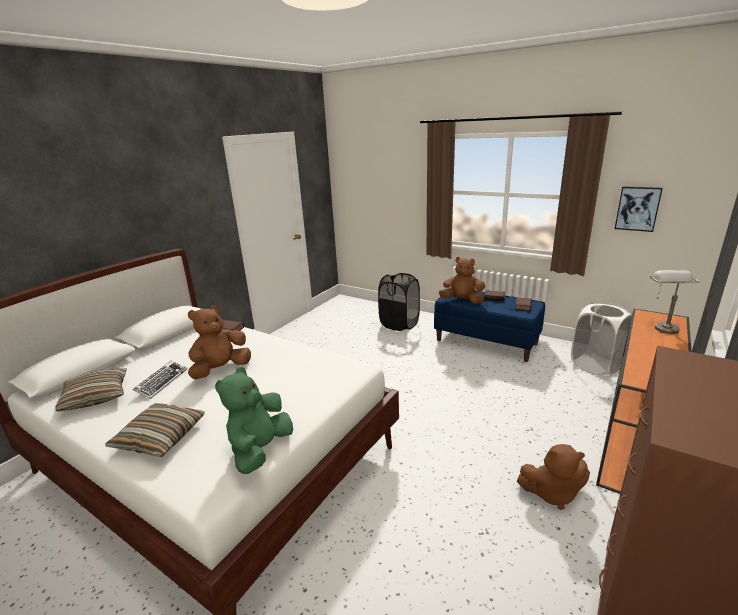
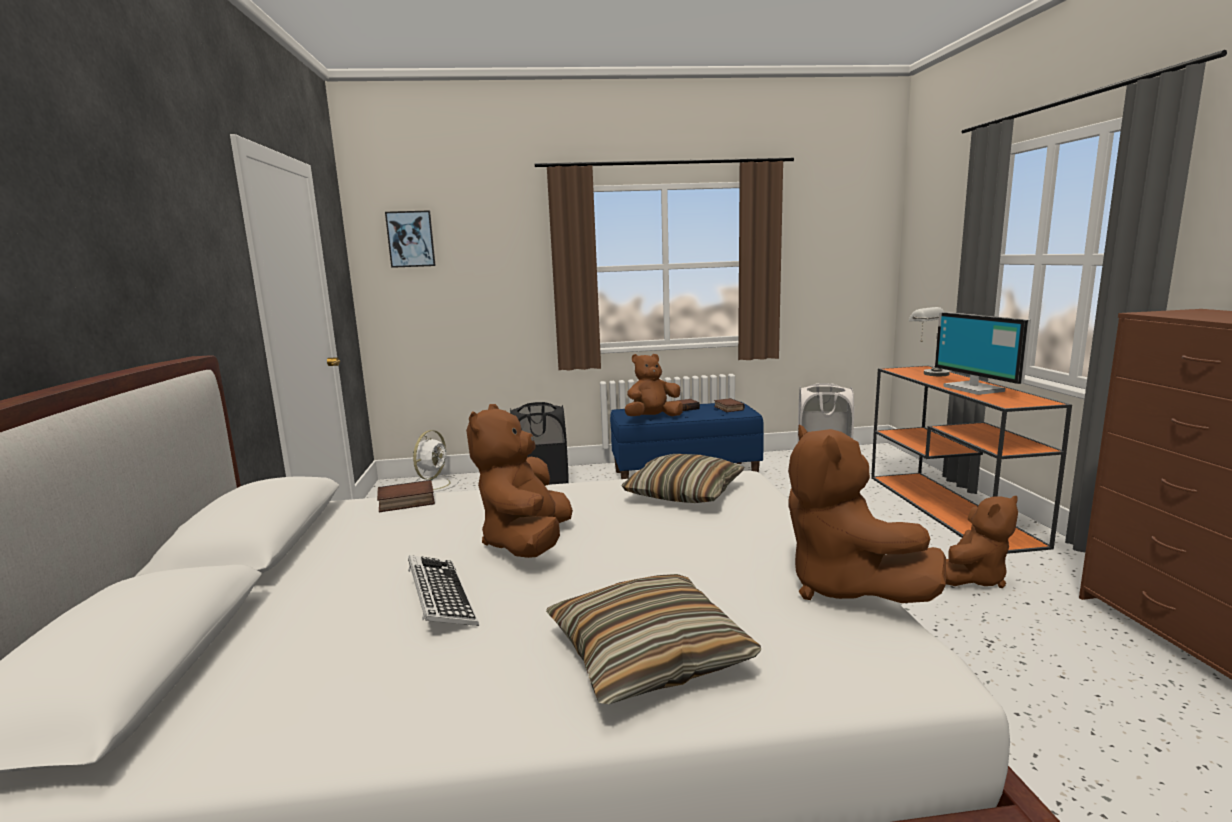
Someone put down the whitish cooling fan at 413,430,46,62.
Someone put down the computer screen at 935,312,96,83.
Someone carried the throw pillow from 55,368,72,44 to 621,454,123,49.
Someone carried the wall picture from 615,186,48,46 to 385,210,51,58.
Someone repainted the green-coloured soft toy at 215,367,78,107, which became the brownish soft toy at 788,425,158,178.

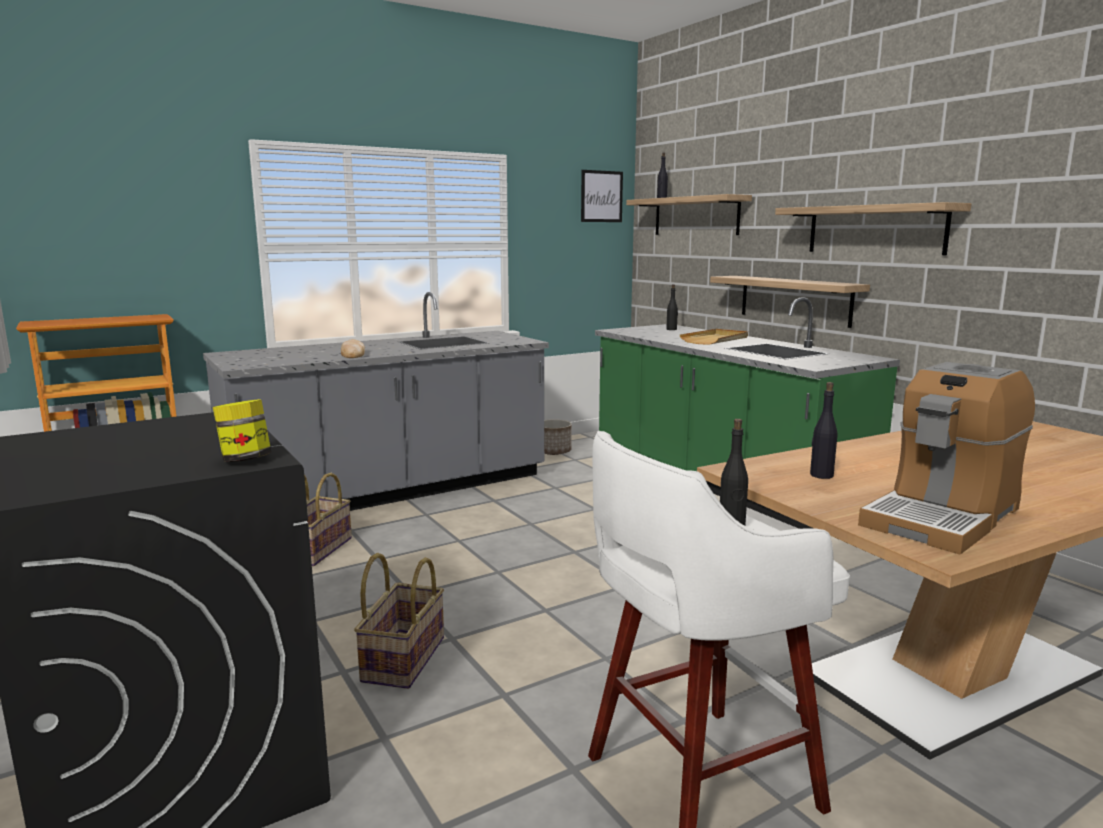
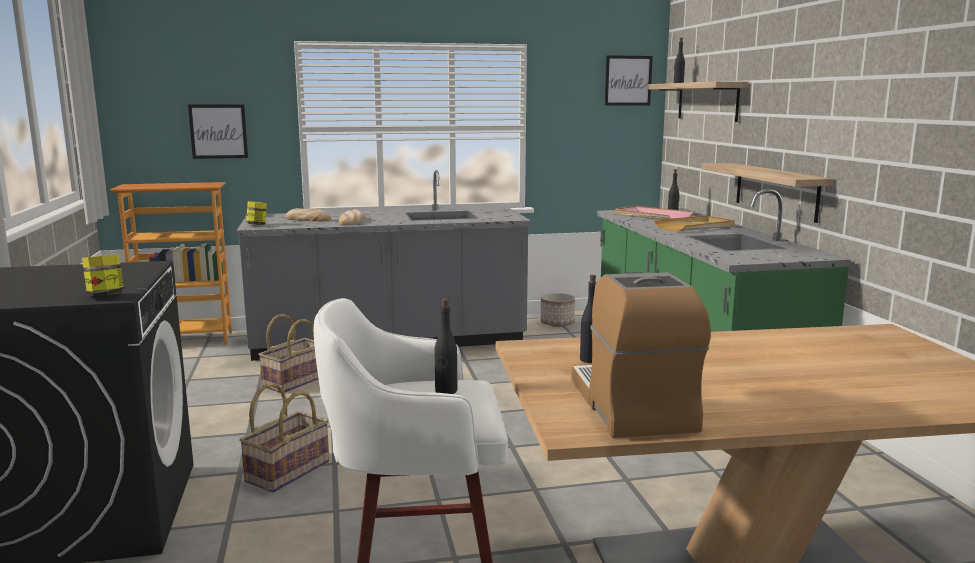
Someone took away the wall shelf at 775,202,197,53.
Someone put up the wall picture at 188,105,60,54.
Someone put down the jar at 246,201,21,24.
Someone put down the bread at 286,208,45,13.
Someone put down the pink serving tray at 615,206,78,13.
Someone rotated the coffee maker at 858,362,177,193 by 105 degrees clockwise.

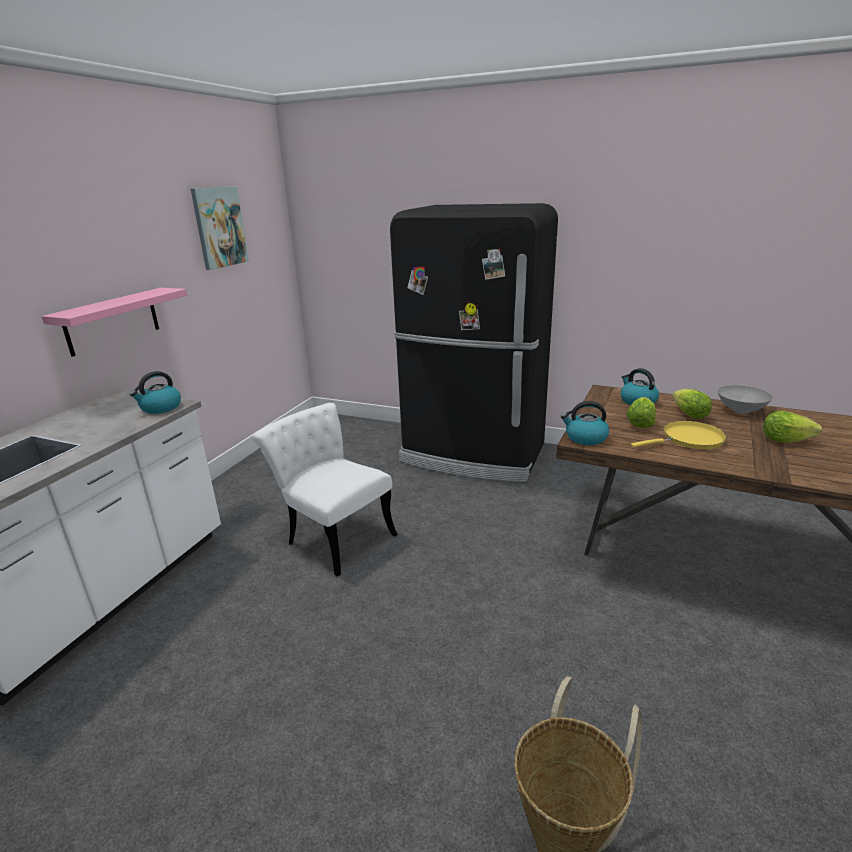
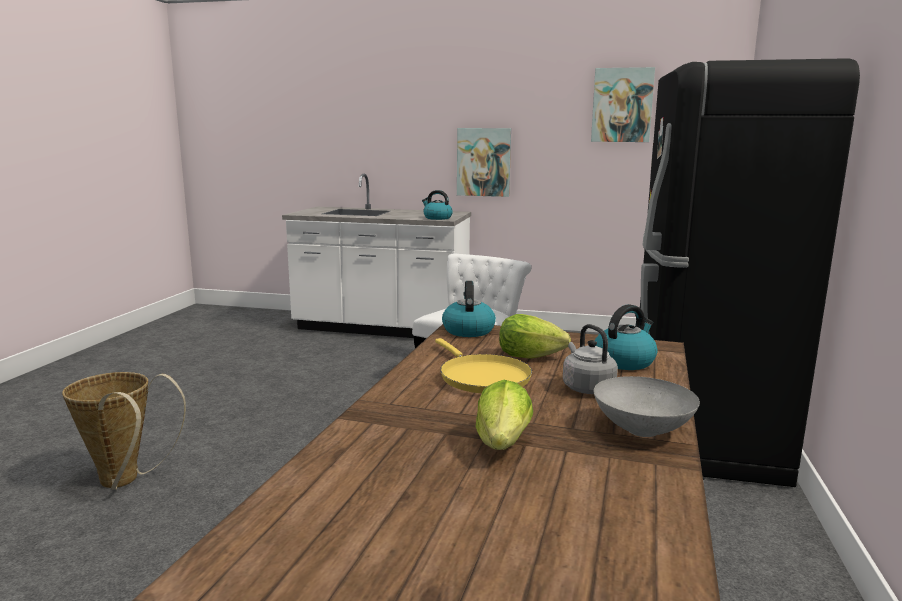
Someone swapped the pink wall shelf at 41,288,146,69 for the wall picture at 457,128,54,69.
Someone swapped the head of lettuce at 672,389,40,30 for the gray water kettle at 563,324,55,70.

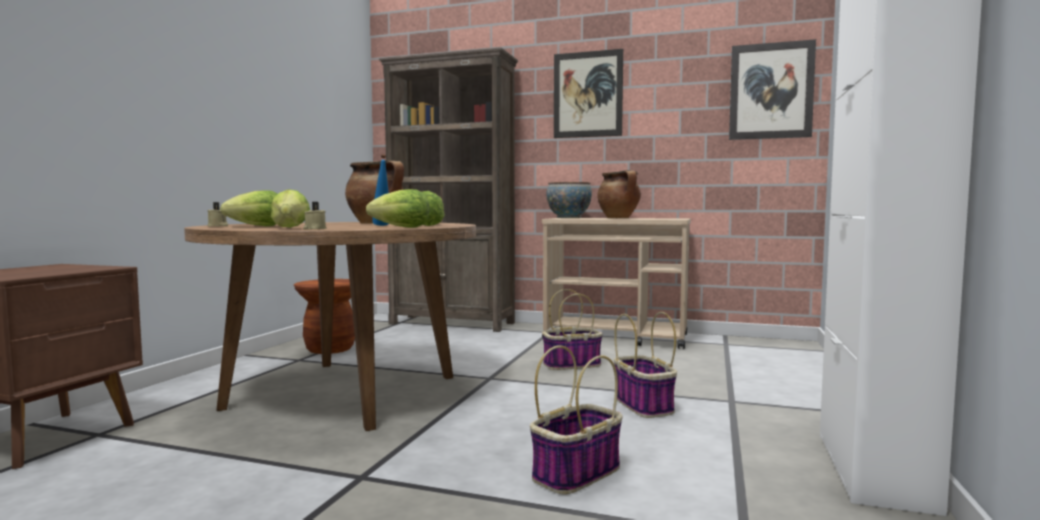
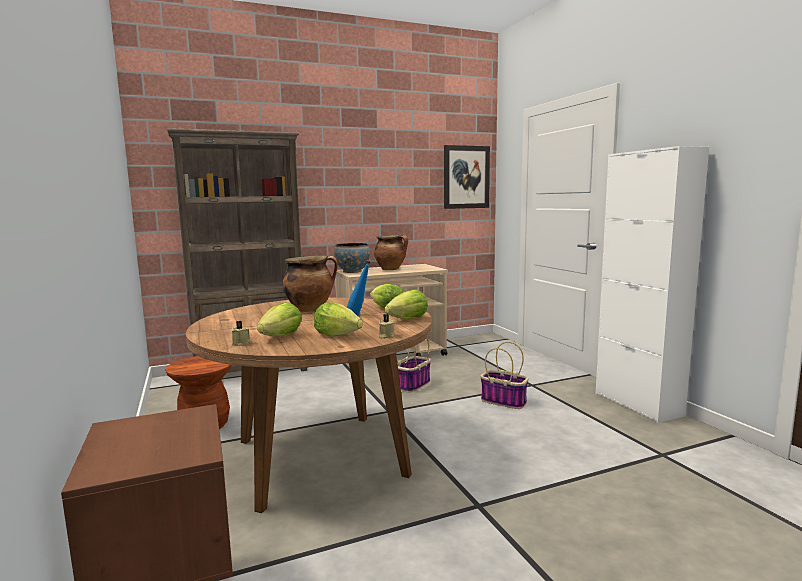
Someone took away the storage basket at 530,345,93,150.
Someone took away the wall picture at 554,49,69,89.

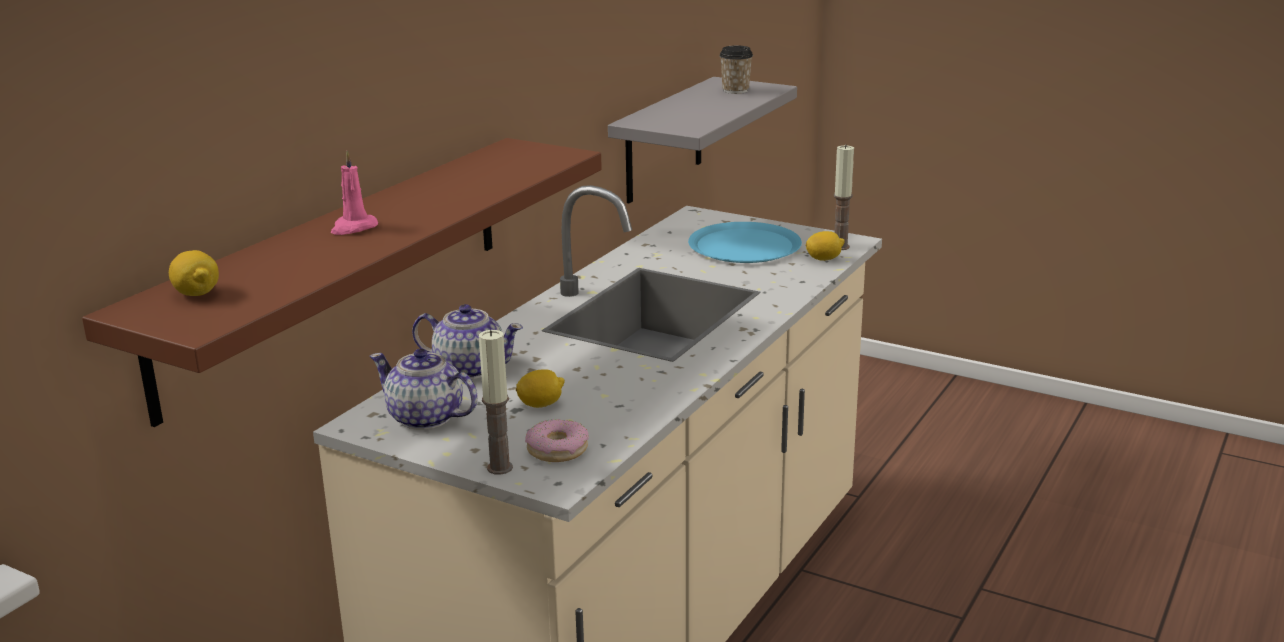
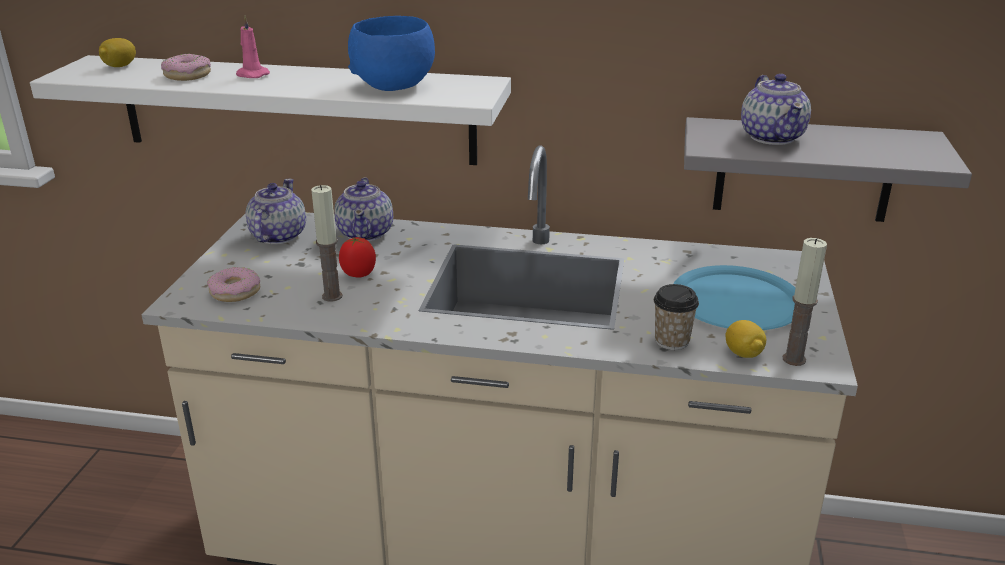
Someone took away the lemon at 516,369,49,39.
Someone put down the donut at 161,54,50,27.
Someone put down the fresh tomato at 339,237,37,41.
Someone put down the blue deep dish at 348,16,87,75.
Someone put down the tea pot at 741,74,70,71.
Someone carried the candle from 479,330,34,145 to 311,185,32,117.
Someone carried the small cup from 719,45,34,49 to 654,284,45,66.
Someone repainted the brownish wall shelf at 82,138,520,289, which became the whitish wall shelf at 30,55,481,110.

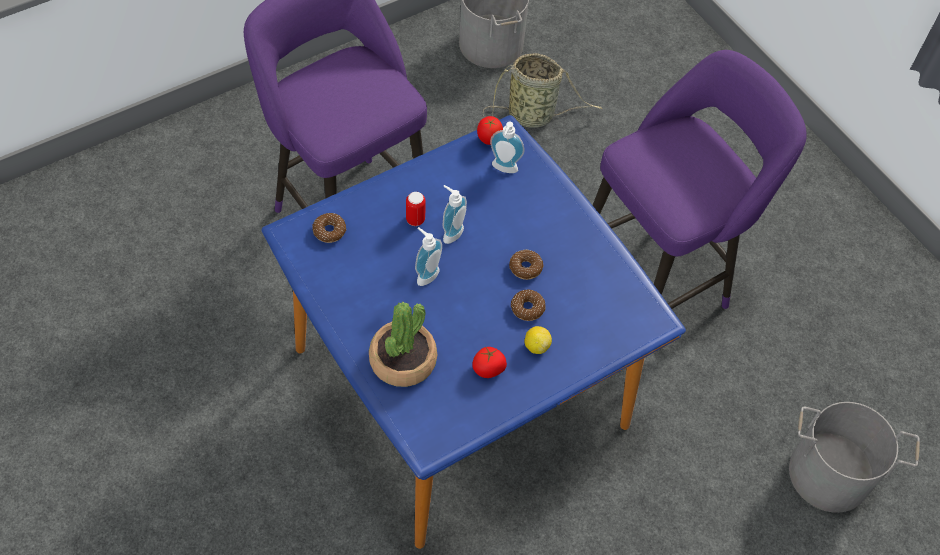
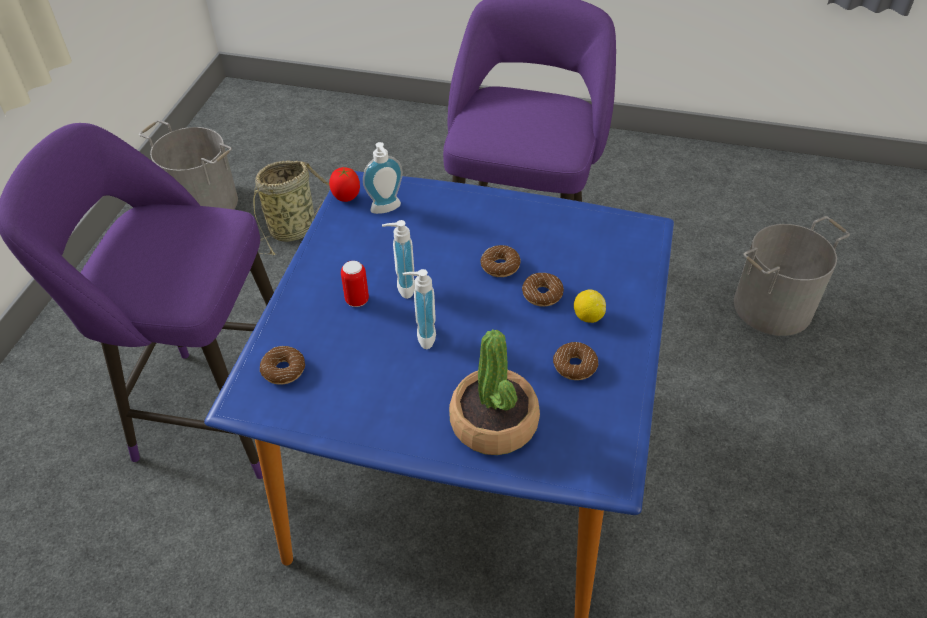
Someone swapped the fresh tomato at 472,346,35,32 for the donut at 553,342,45,38.

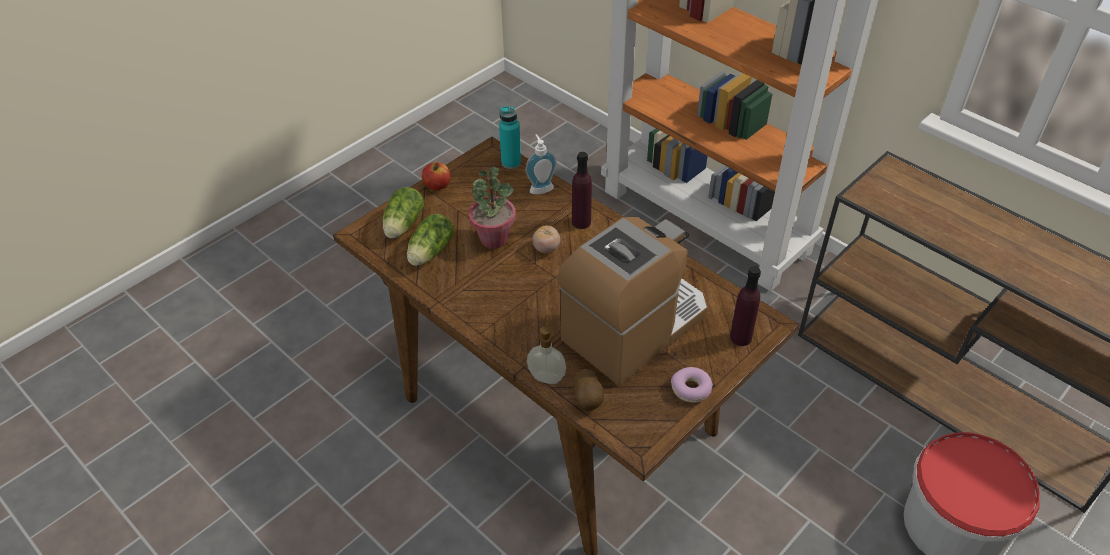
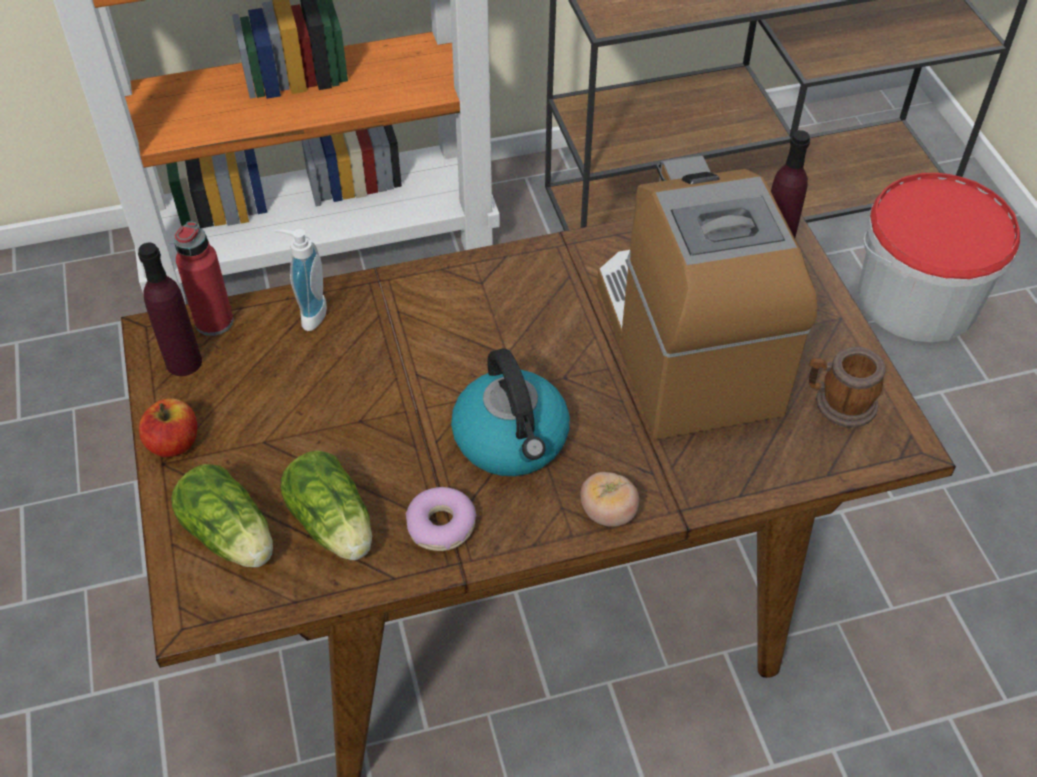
Someone took away the potted plant at 469,167,47,82.
Someone took away the liquid soap bottle at 527,322,39,62.
Someone took away the potato at 573,369,31,42.
Someone put down the water kettle at 451,348,119,128.
Someone put down the mug at 809,347,77,81.
Someone carried the fresh tomato from 532,226,28,27 to 580,472,59,55.
Someone carried the purple bottle from 572,152,20,77 to 138,243,64,133.
Someone carried the donut from 671,367,42,36 to 406,487,71,64.
Someone repainted the turquoise-coloured bottle at 499,106,22,63, which became the red-coloured bottle at 174,221,60,115.

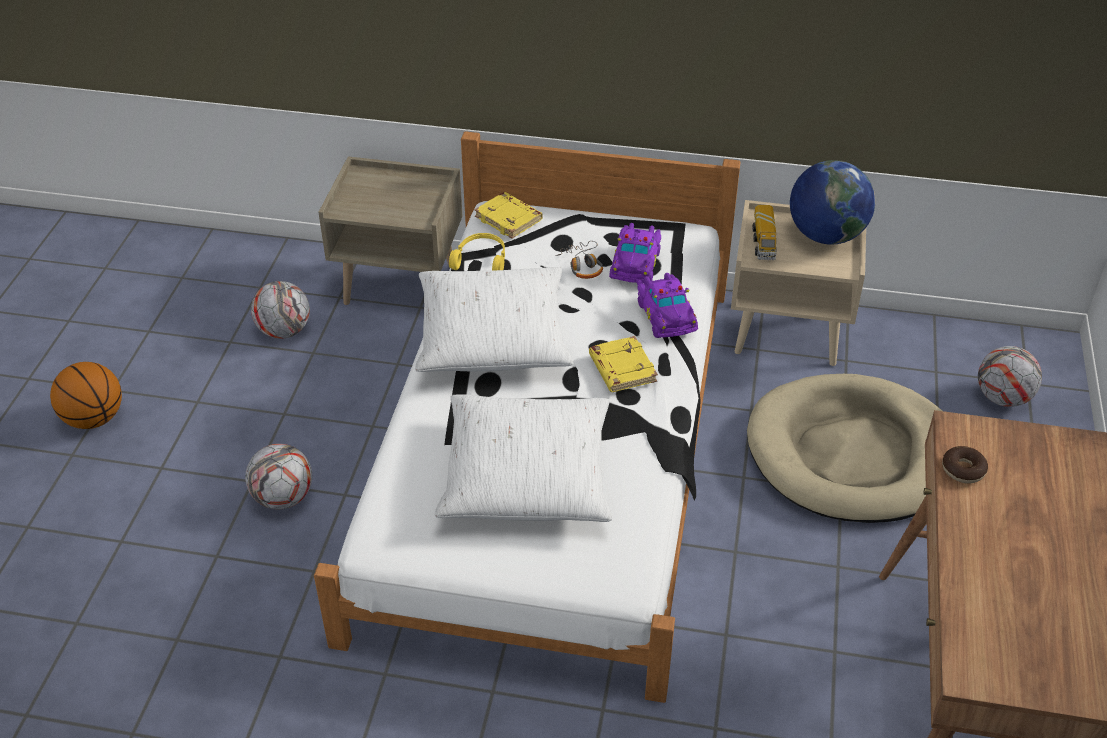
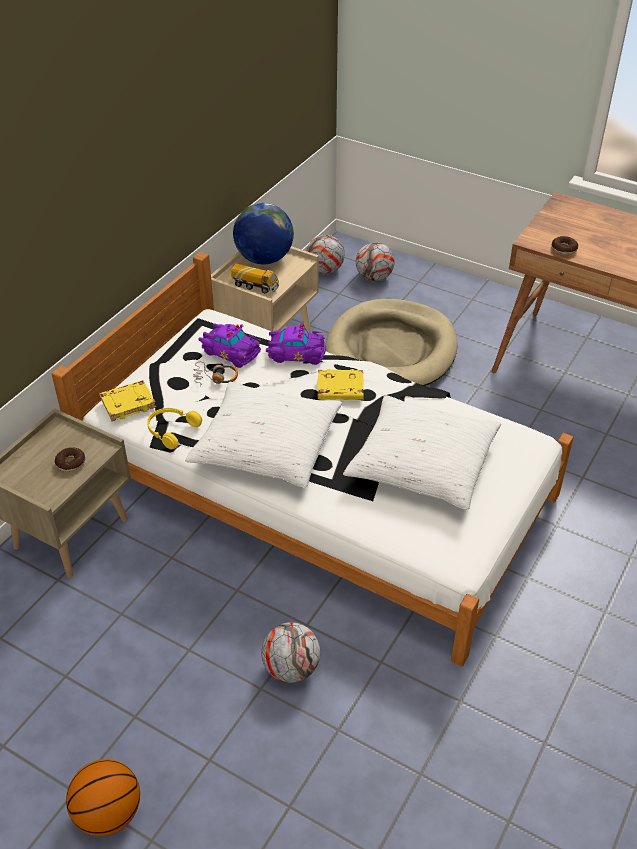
Someone put down the donut at 55,447,30,25.
Someone carried the football ball from 251,281,59,58 to 307,235,38,39.

